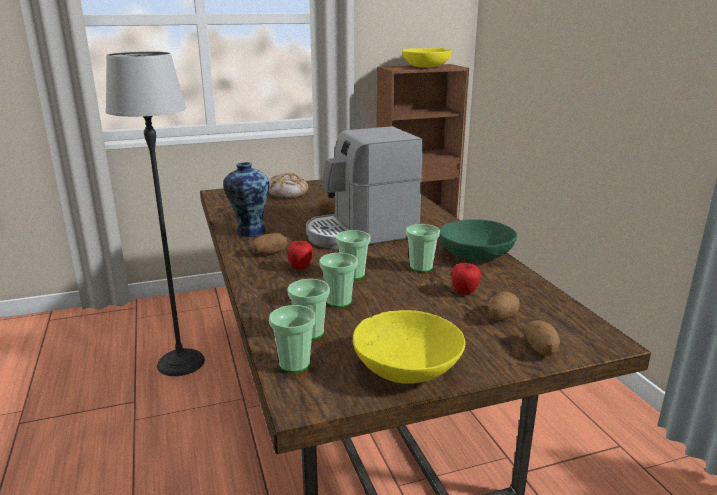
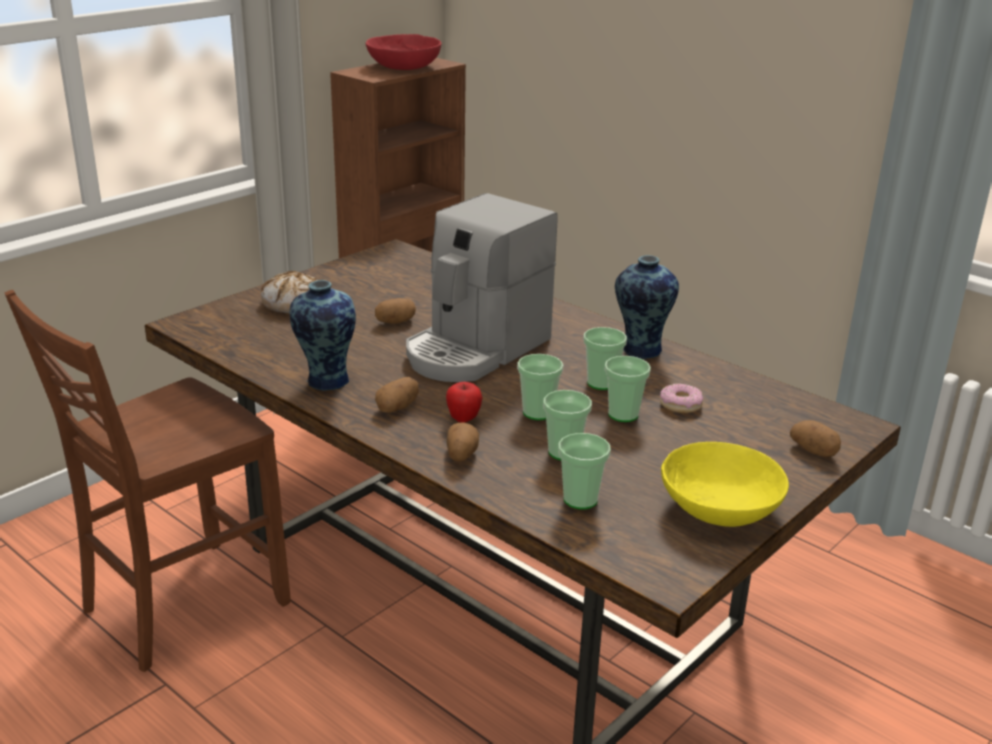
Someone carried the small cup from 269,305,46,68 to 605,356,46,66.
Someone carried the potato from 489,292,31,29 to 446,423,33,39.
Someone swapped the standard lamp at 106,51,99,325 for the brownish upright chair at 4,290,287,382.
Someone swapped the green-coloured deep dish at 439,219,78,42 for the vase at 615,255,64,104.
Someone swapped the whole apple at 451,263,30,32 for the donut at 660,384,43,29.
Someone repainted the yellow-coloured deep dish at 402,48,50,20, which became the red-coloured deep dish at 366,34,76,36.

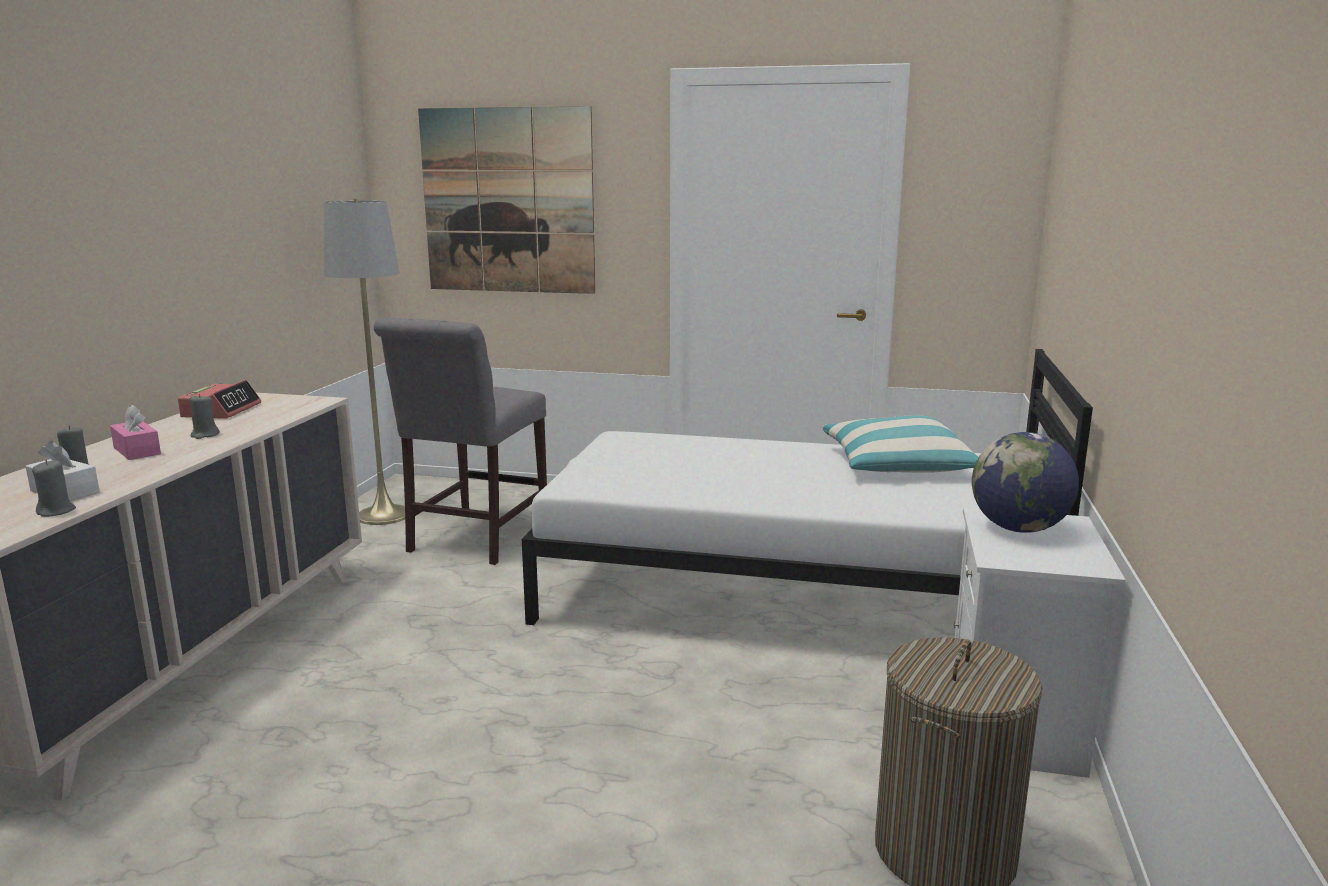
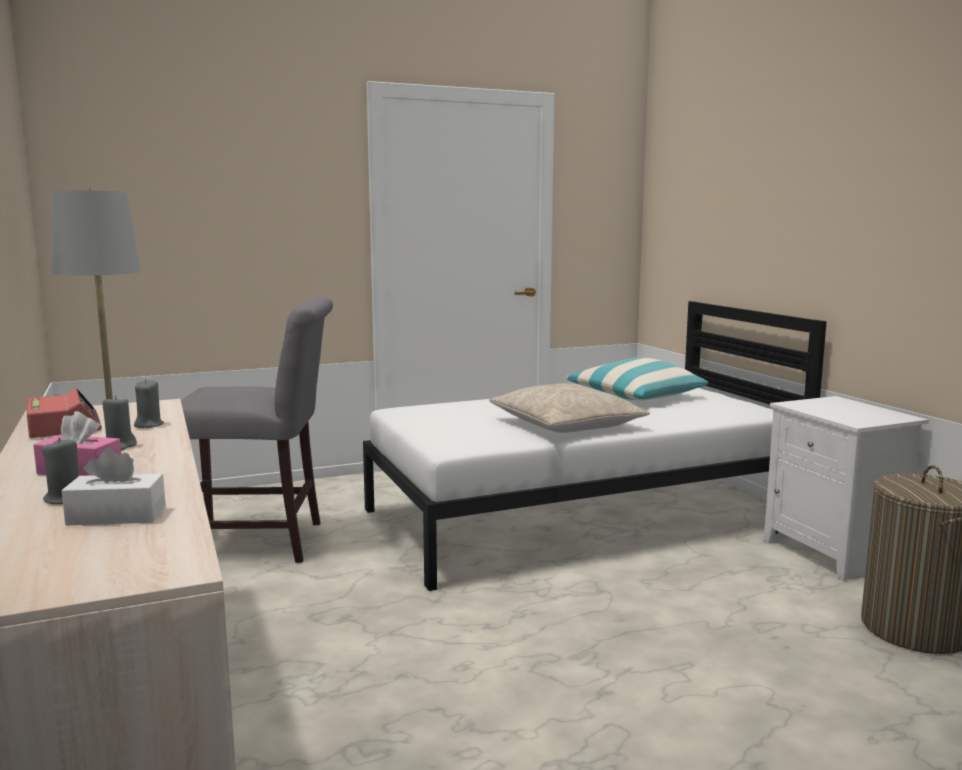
Someone took away the wall picture at 418,106,177,188.
Someone took away the desk globe at 972,432,107,101.
Someone put down the sand-coloured throw pillow at 489,383,161,50.
Someone carried the gray candle from 32,460,44,57 to 134,379,30,49.
Someone rotated the gray upright chair at 374,318,173,247 by 75 degrees counterclockwise.

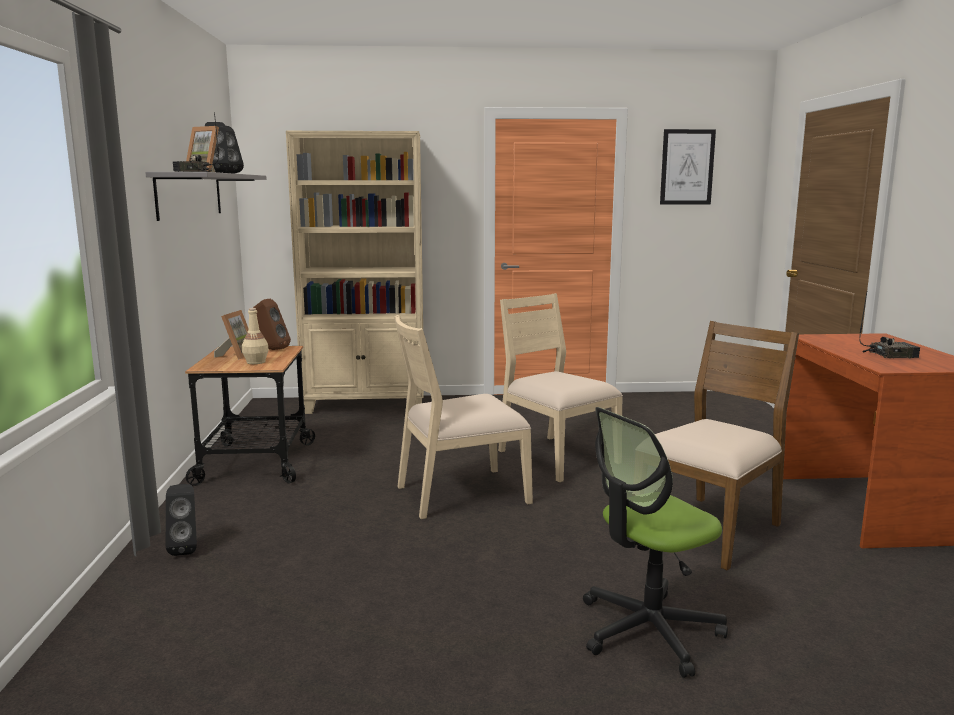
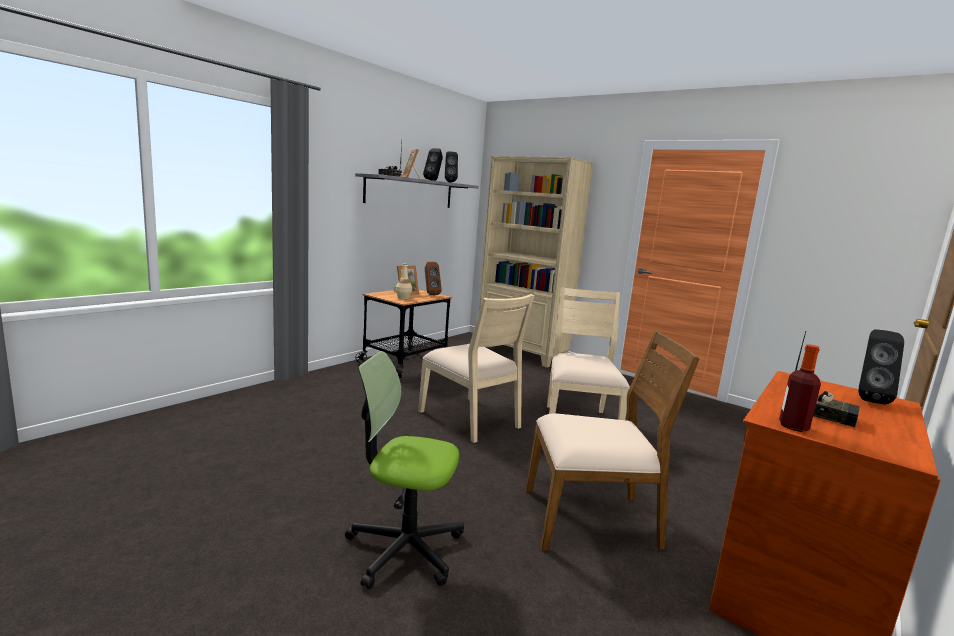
Someone took away the wall picture at 660,129,56,75.
Someone put down the bottle at 779,344,42,88.
Someone carried the black loudspeaker from 166,484,31,72 to 858,329,46,76.
Someone rotated the sand-coloured upright chair at 394,315,139,204 by 150 degrees counterclockwise.

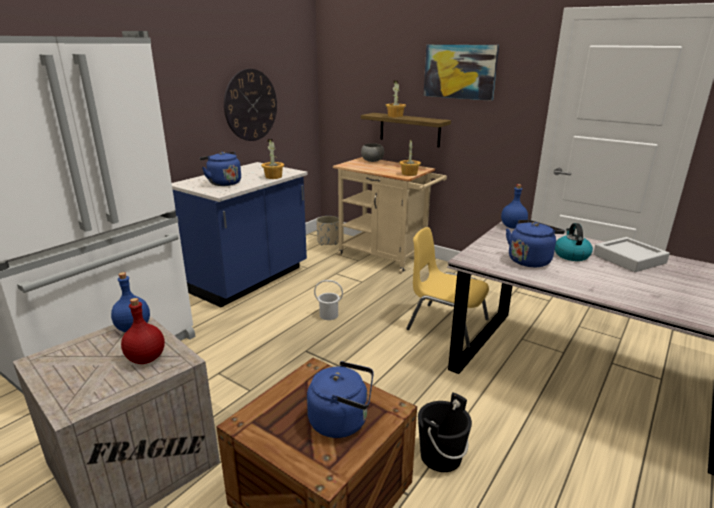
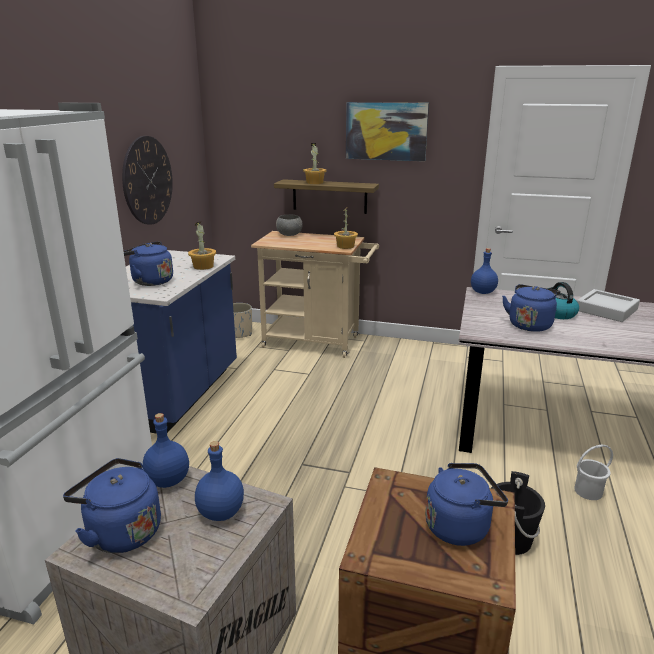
Someone took away the yellow-coloured upright chair at 406,227,83,121.
Someone put down the blue water kettle at 63,458,98,95.
Someone carried the whitish bucket from 314,280,29,40 to 574,445,39,55.
Someone repainted the red-coloured bottle at 121,298,44,66, which became the blue bottle at 195,441,49,80.

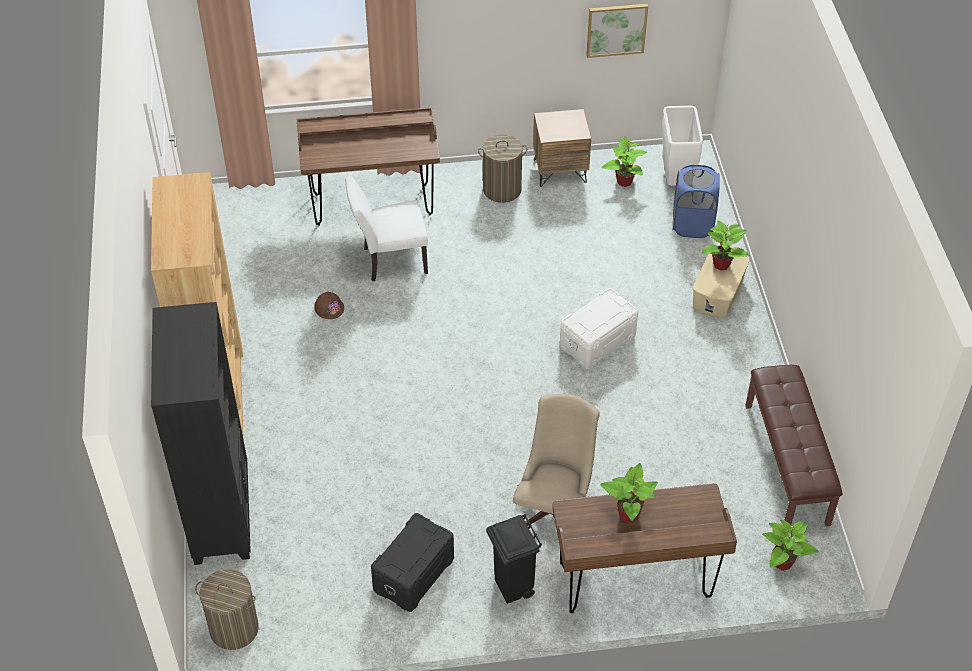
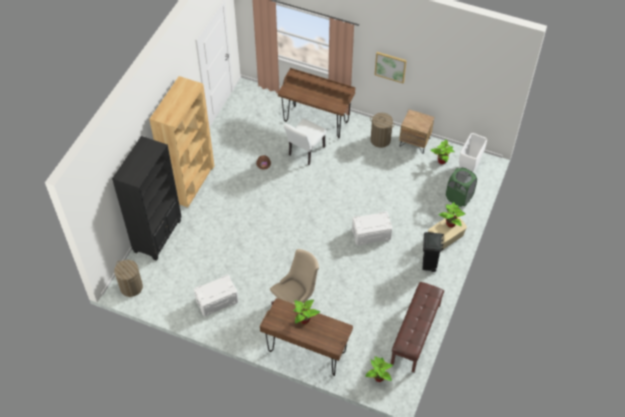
Someone carried the black rubbish bin from 486,514,56,90 to 422,232,22,40.
Someone carried the wall picture from 586,4,62,54 to 375,52,32,31.
Someone repainted the black storage container at 371,513,83,99, which became the whitish storage container at 194,275,44,41.
Someone repainted the blue hamper at 673,165,47,73, which became the green-coloured hamper at 446,168,31,39.
Someone rotated the whitish upright chair at 345,176,83,106 by 75 degrees counterclockwise.

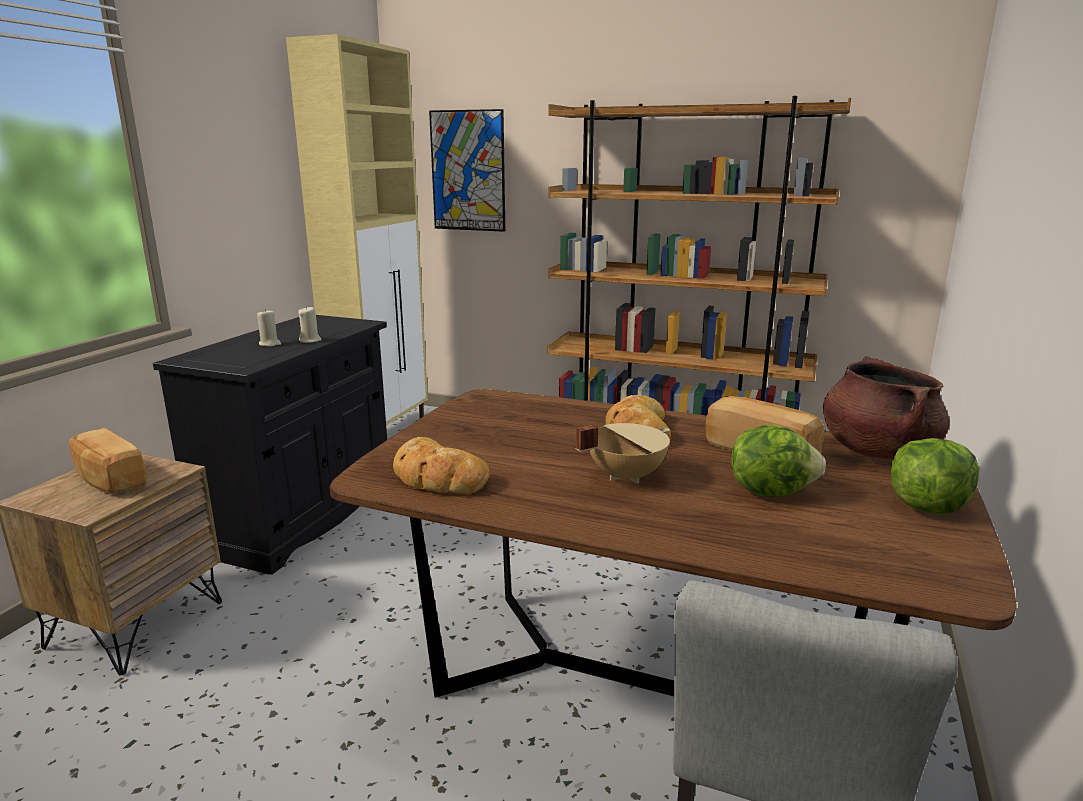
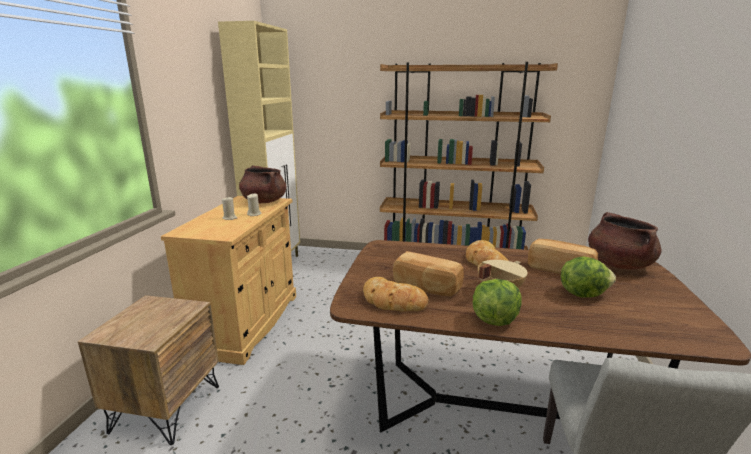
Someone took away the wall picture at 429,109,76,123.
Someone put down the brownish cooking pot at 239,165,47,38.
Someone carried the bread from 69,427,78,67 to 393,251,71,45.
Someone carried the head of lettuce from 891,438,88,77 to 472,279,49,47.
Someone repainted the black cupboard at 153,315,234,260, which became the sand-coloured cupboard at 161,196,135,169.

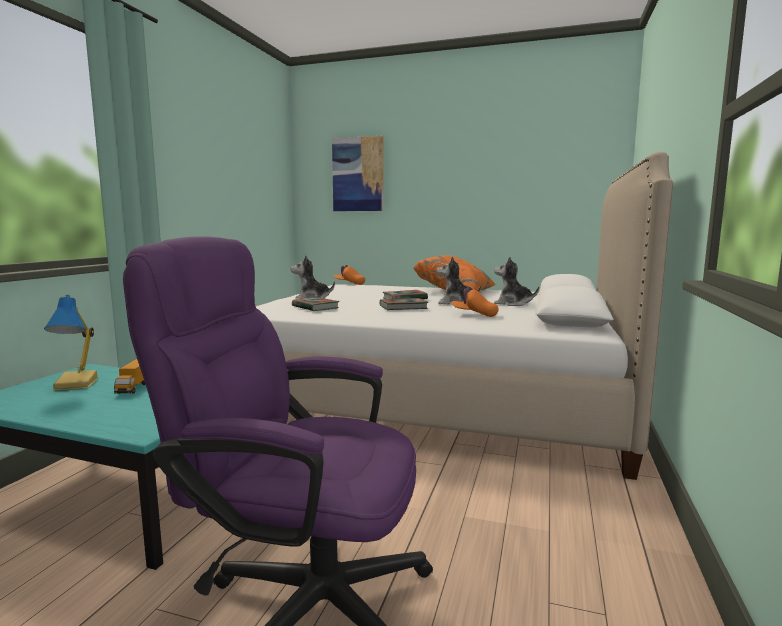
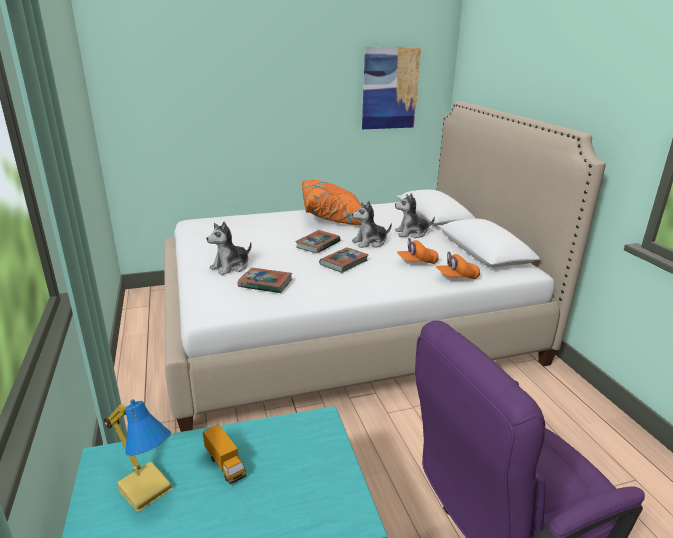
Someone carried the wall picture from 332,136,52,75 to 362,47,59,82.
Someone carried the orangey peaked cap from 334,265,31,20 to 436,252,44,27.

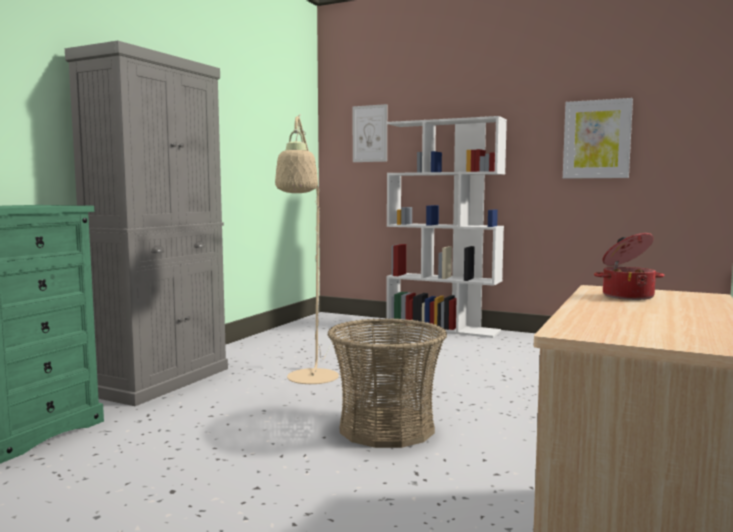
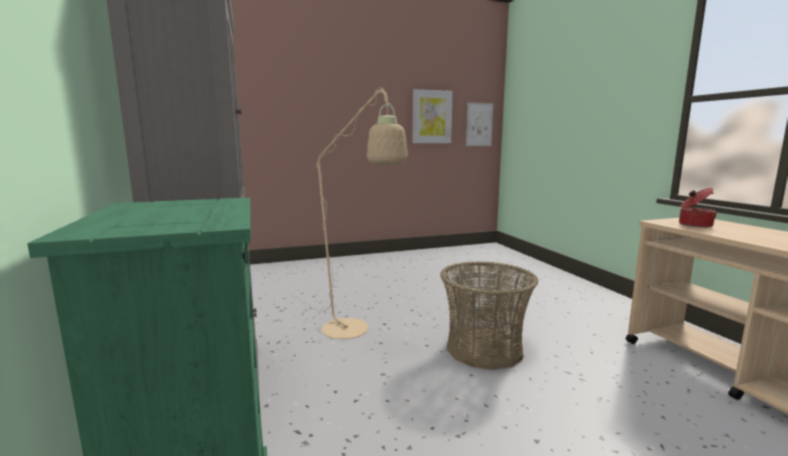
Someone took away the whitish bookshelf at 386,116,121,222.
Someone carried the wall picture from 353,104,34,58 to 466,103,27,43.

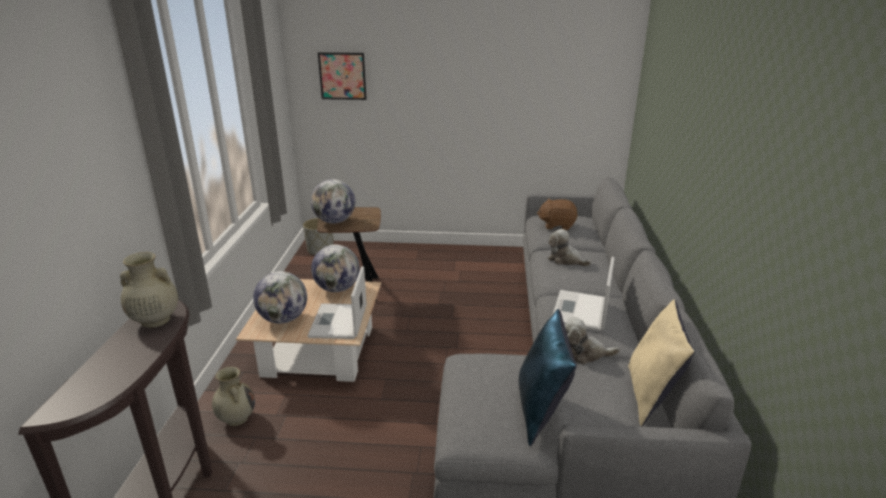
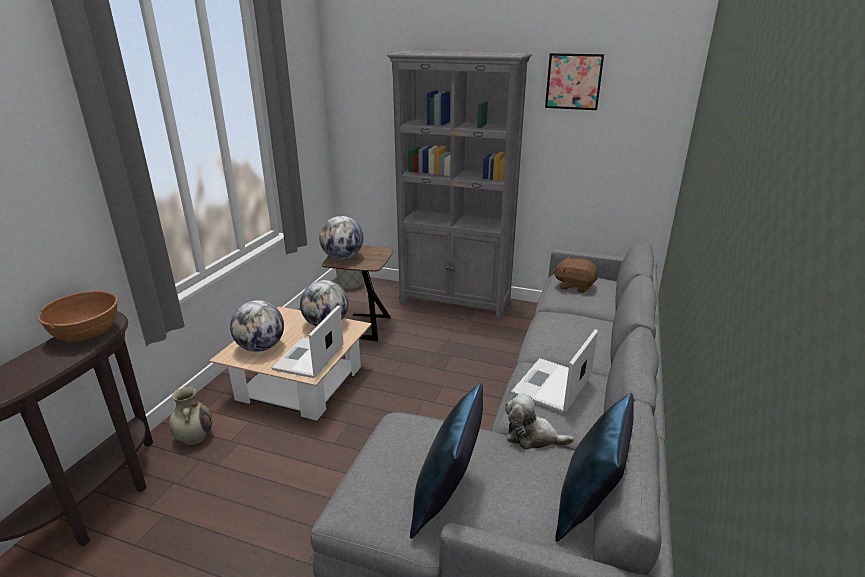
Someone took away the soft toy at 548,229,44,37.
Someone put down the gray bookshelf at 387,51,145,269.
Someone carried the wall picture from 318,52,49,48 to 545,53,59,57.
Someone swapped the sand-coloured vase at 120,252,58,76 for the brownish deep dish at 37,291,81,51.
Someone repainted the sand-coloured throw pillow at 628,300,67,126, which became the blue throw pillow at 555,393,79,149.

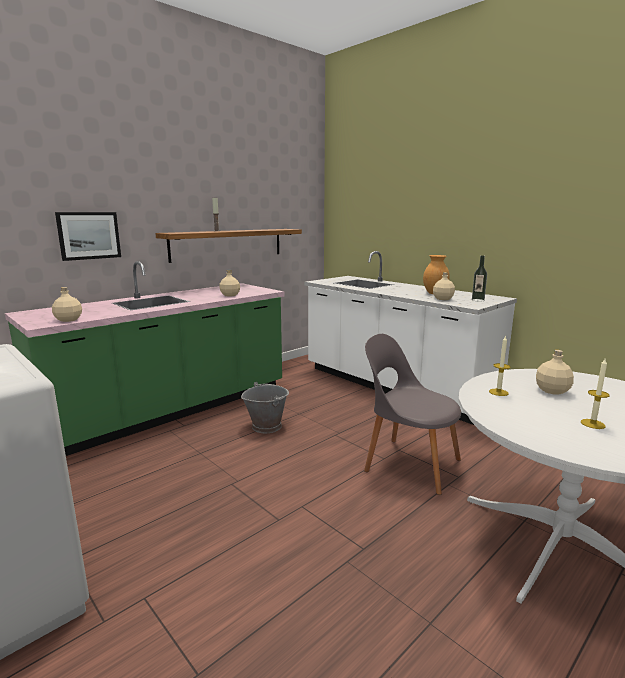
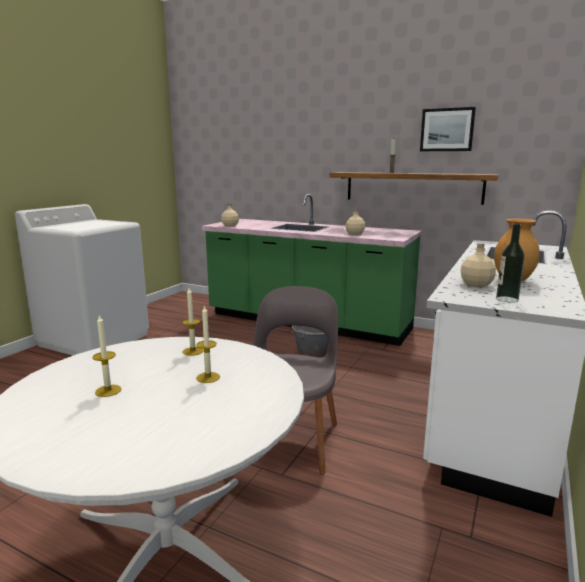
Someone carried the wall picture from 55,212,66,49 to 420,107,56,44.
Someone swapped the sand-coloured bottle at 536,350,38,45 for the candle at 196,305,24,78.

